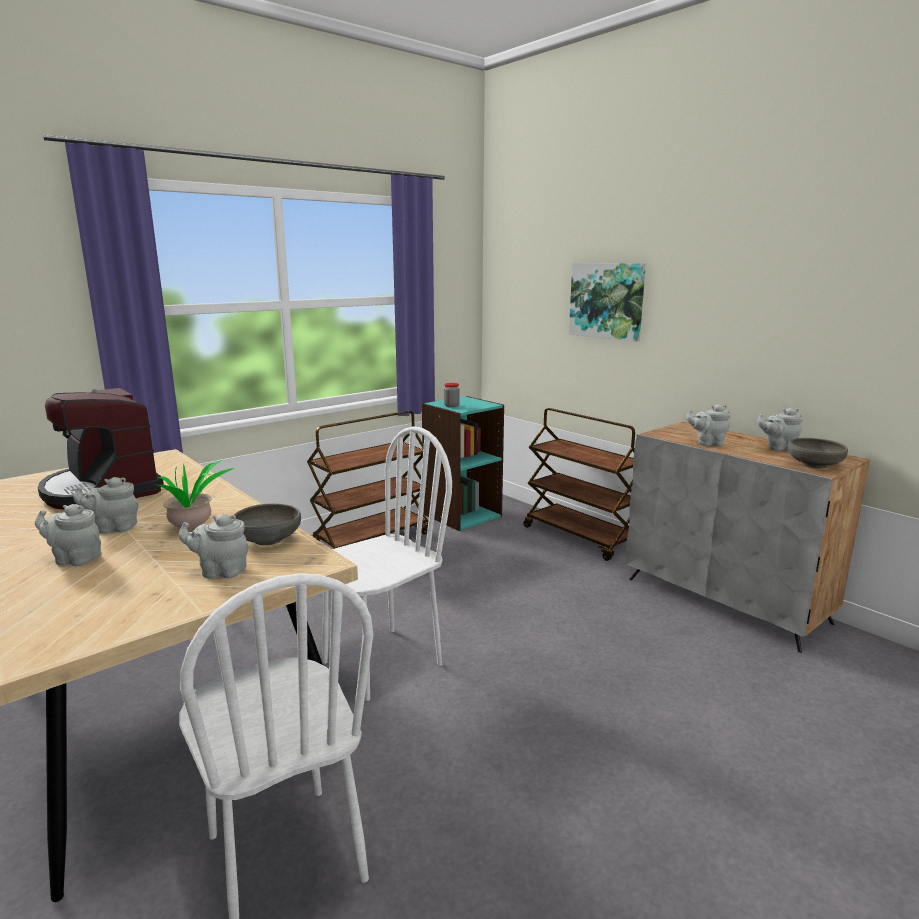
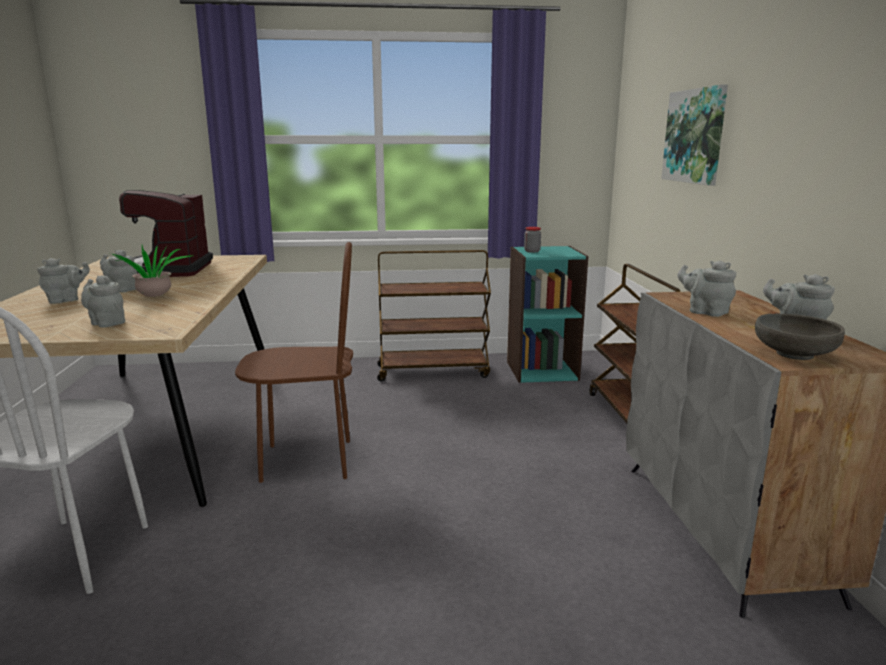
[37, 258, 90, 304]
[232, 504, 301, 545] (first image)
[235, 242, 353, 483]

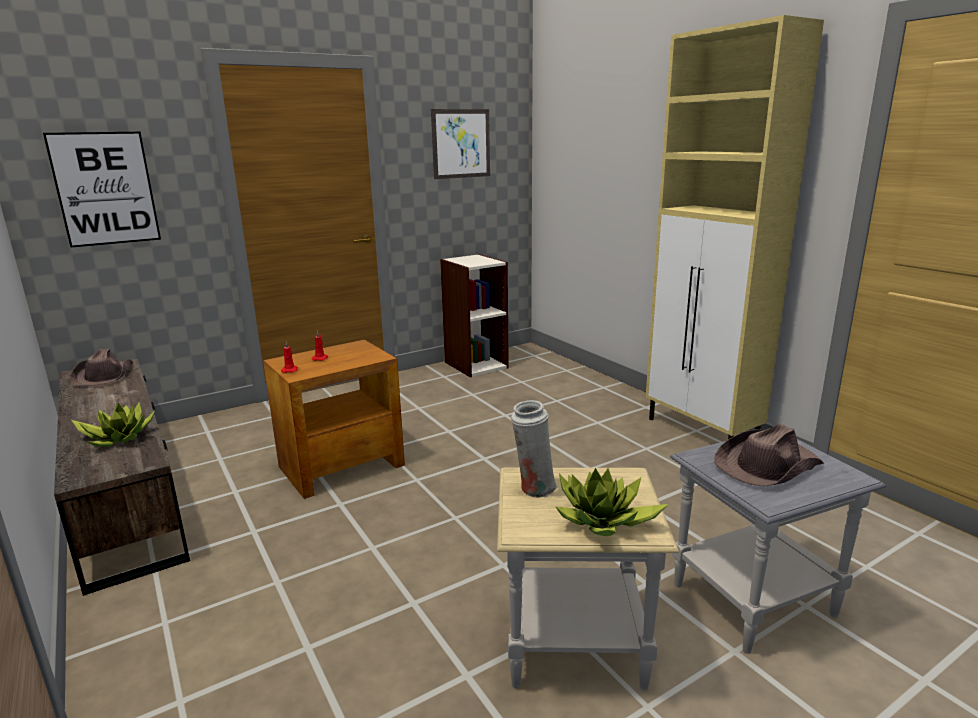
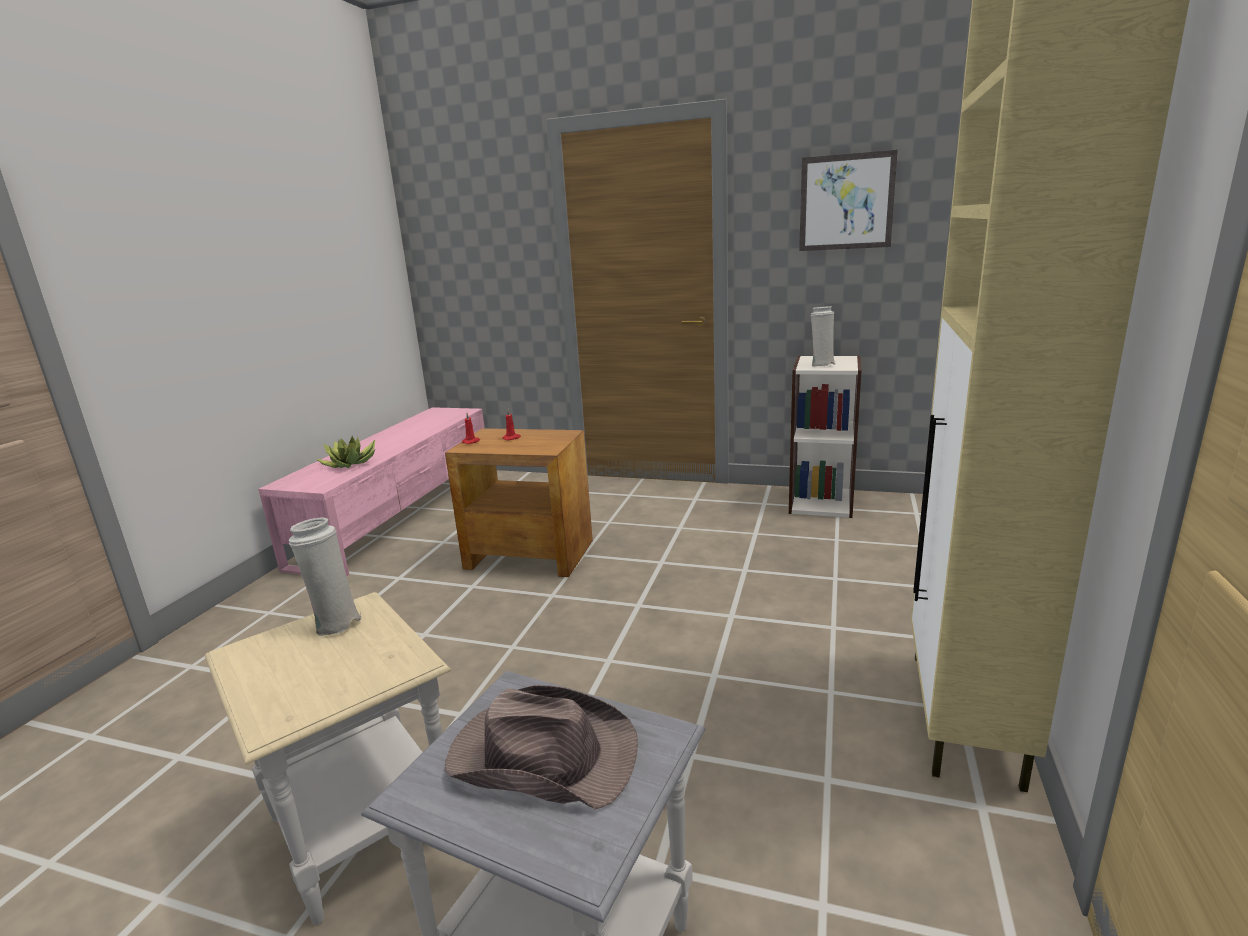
[43, 132, 161, 248] (first image)
[258, 407, 485, 576]
[70, 349, 133, 386] (first image)
[556, 468, 669, 536] (first image)
[810, 306, 836, 367]

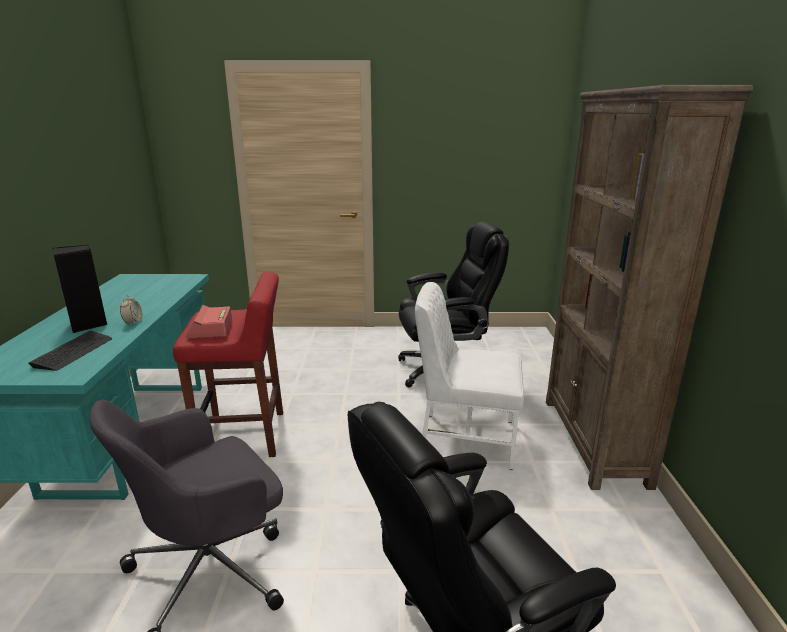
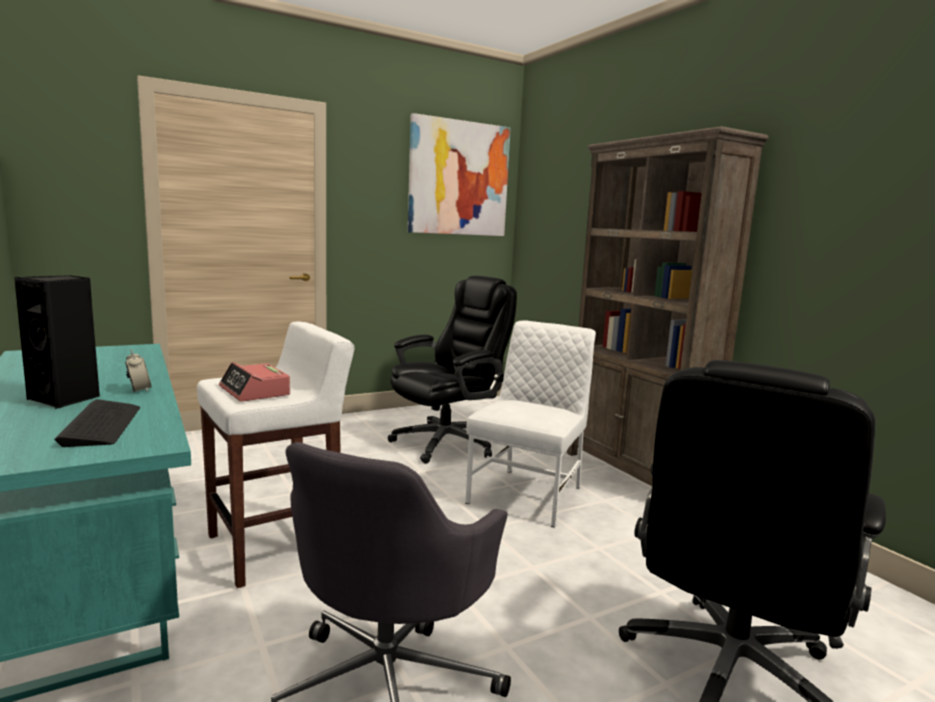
[197, 321, 355, 588]
[465, 320, 596, 528]
[408, 113, 511, 236]

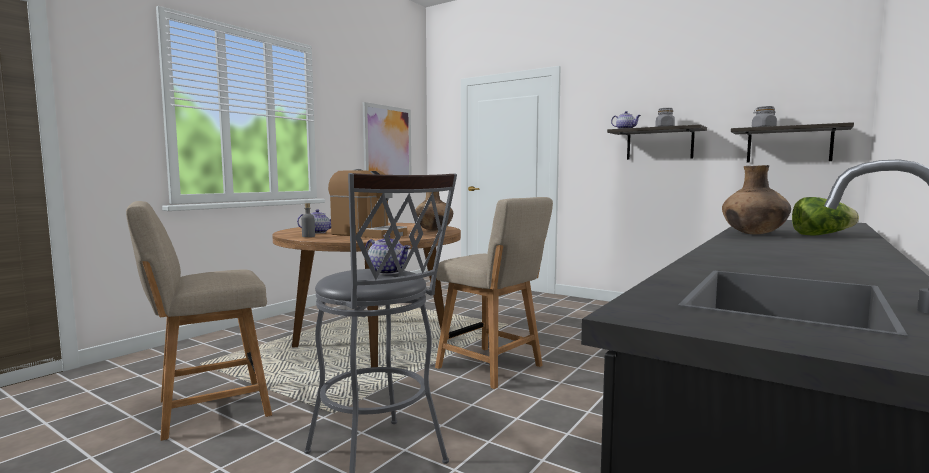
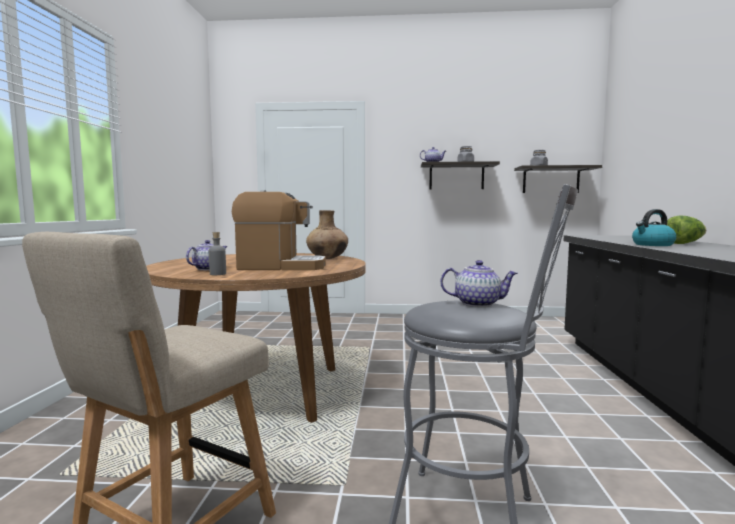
[363, 102, 411, 175] (first image)
[435, 197, 553, 389] (first image)
[632, 209, 677, 246]

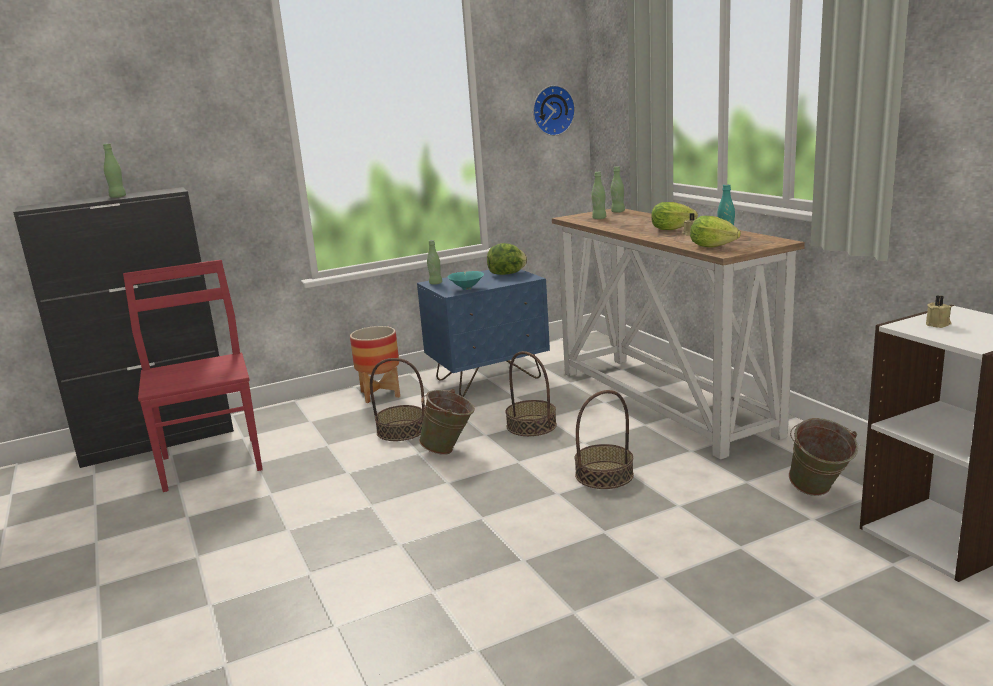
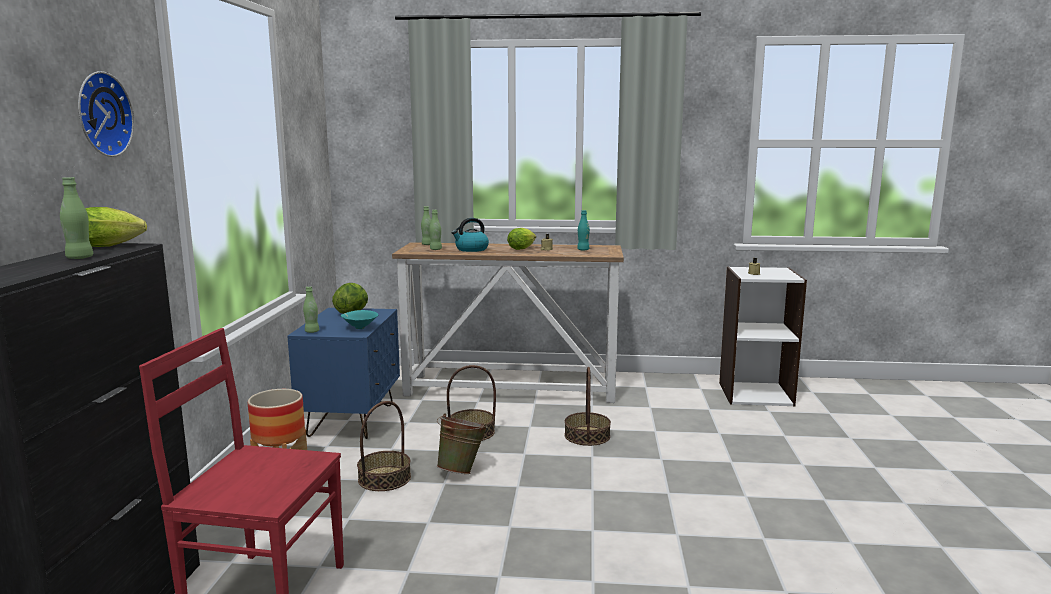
[78, 71, 134, 157]
[85, 207, 147, 247]
[789, 418, 858, 496] (first image)
[452, 218, 489, 252]

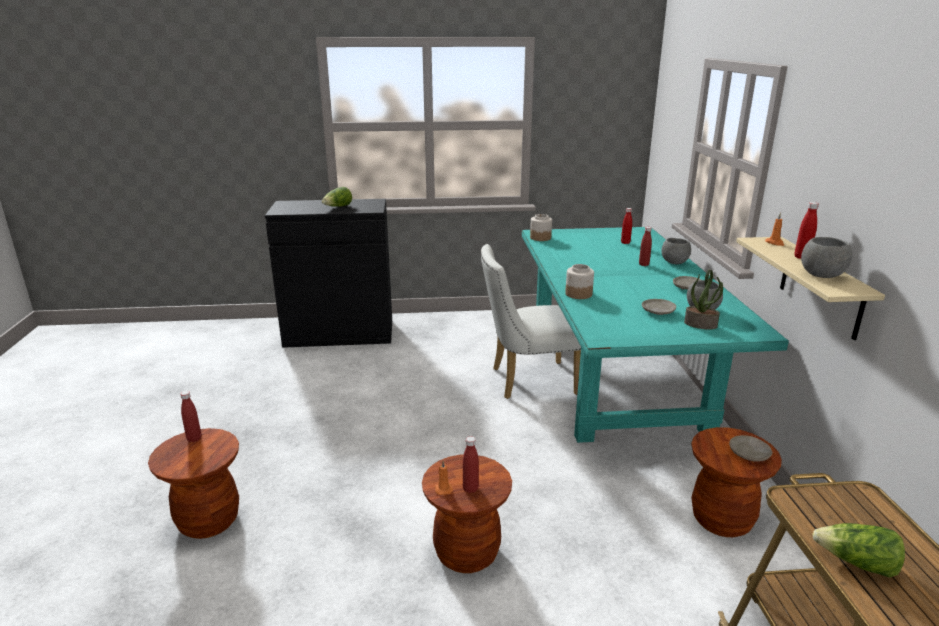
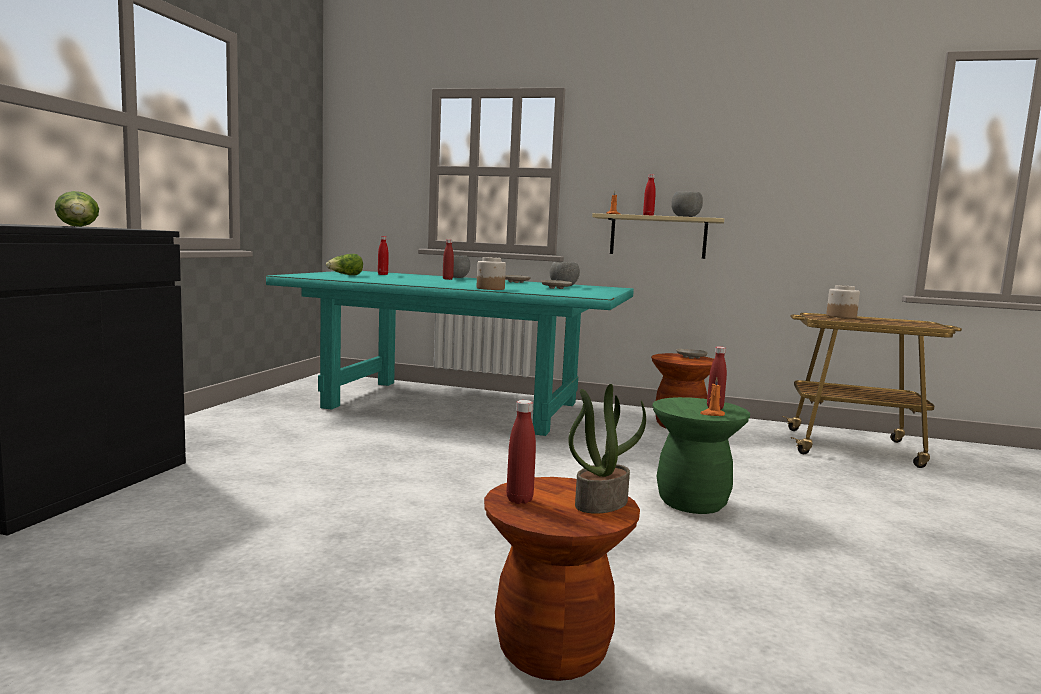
[652, 397, 750, 514]
[481, 244, 581, 399] (first image)
[826, 285, 860, 318]
[568, 384, 646, 514]
[326, 254, 363, 275]

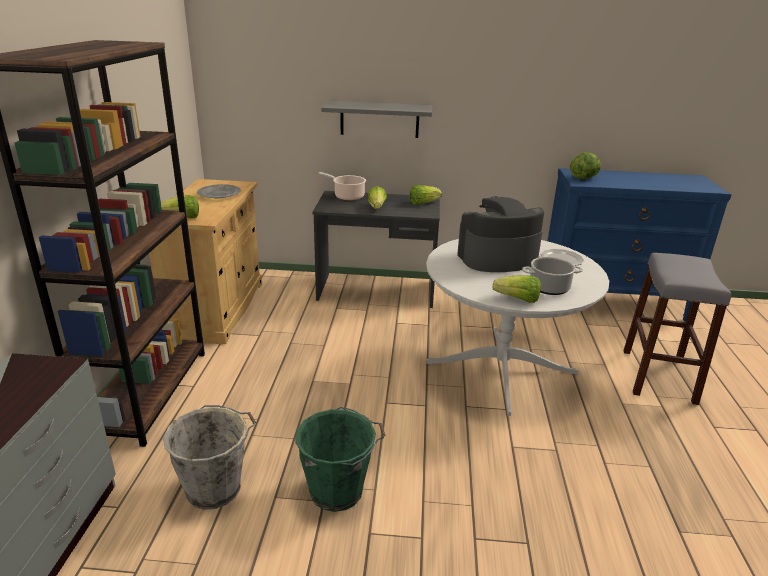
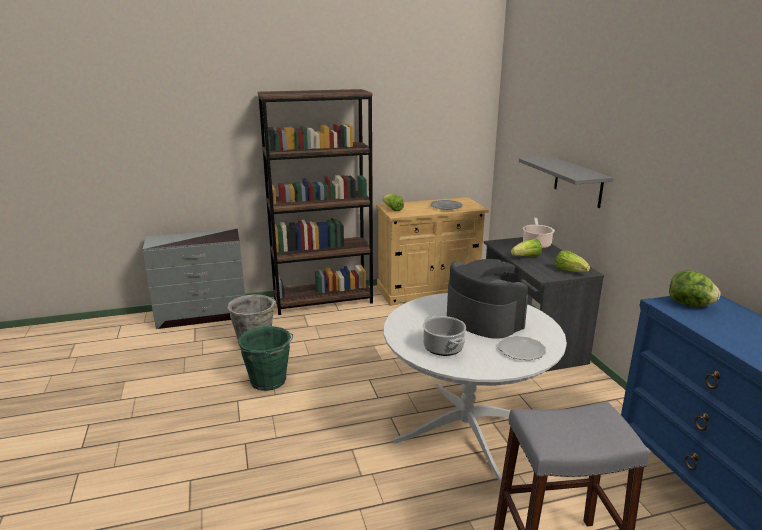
[492, 275, 541, 303] (first image)

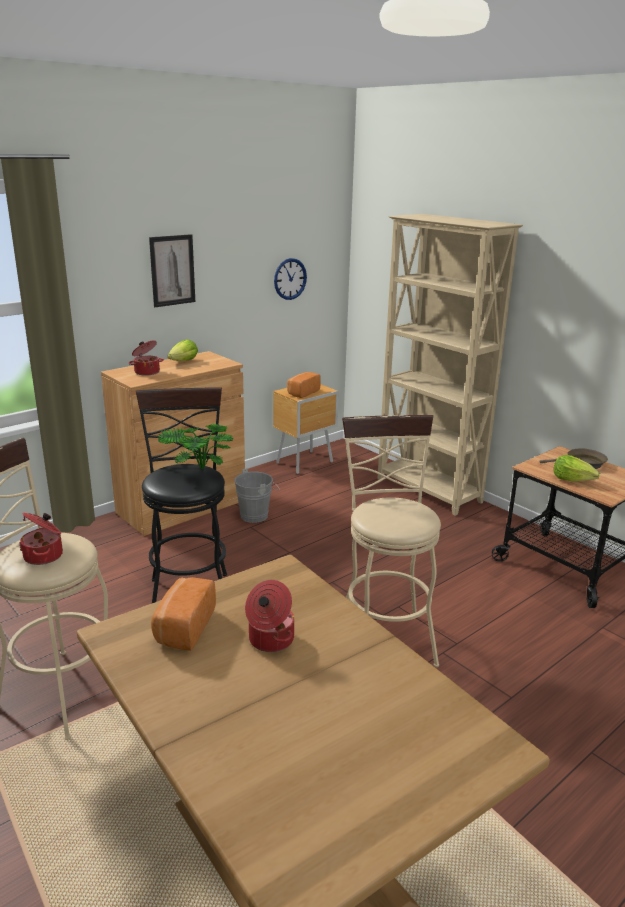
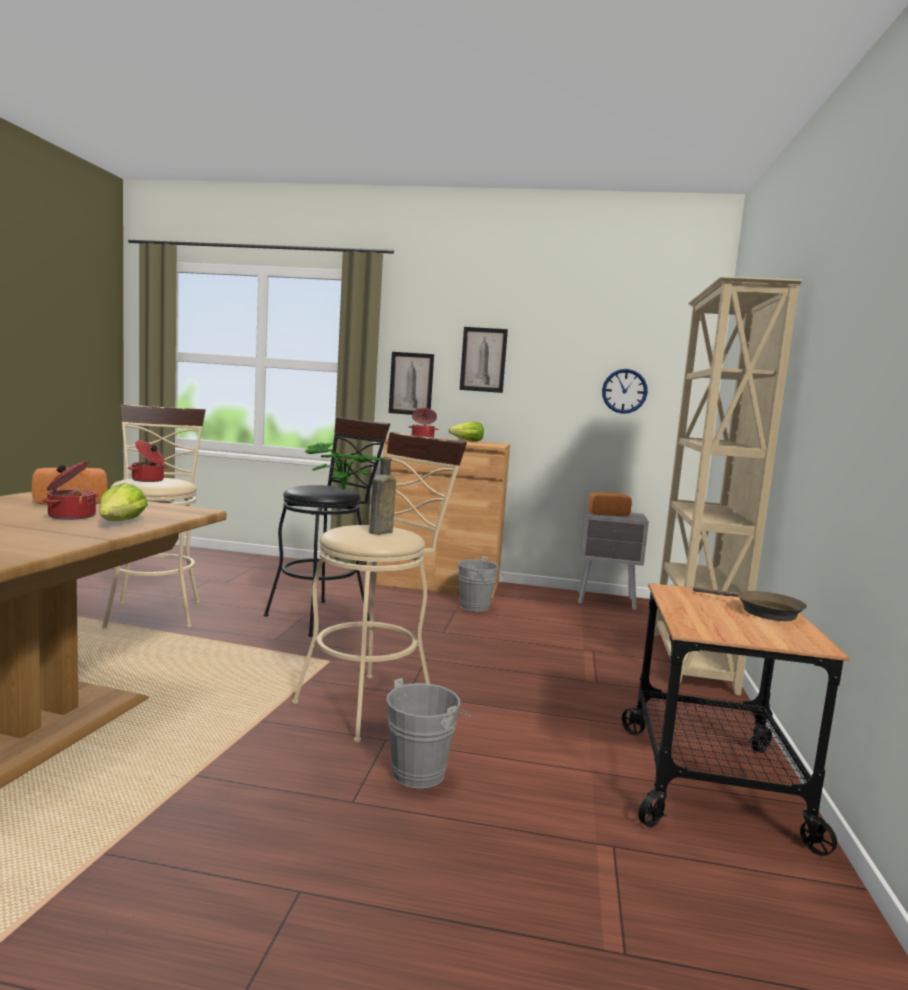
[578, 508, 649, 610]
[99, 483, 148, 521]
[369, 457, 396, 535]
[386, 678, 471, 789]
[389, 352, 434, 415]

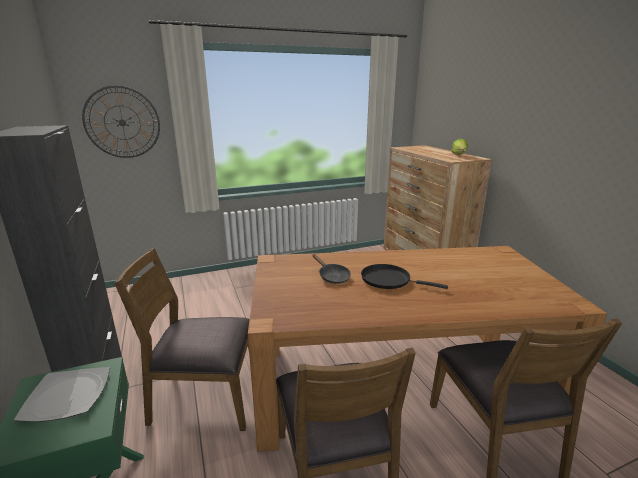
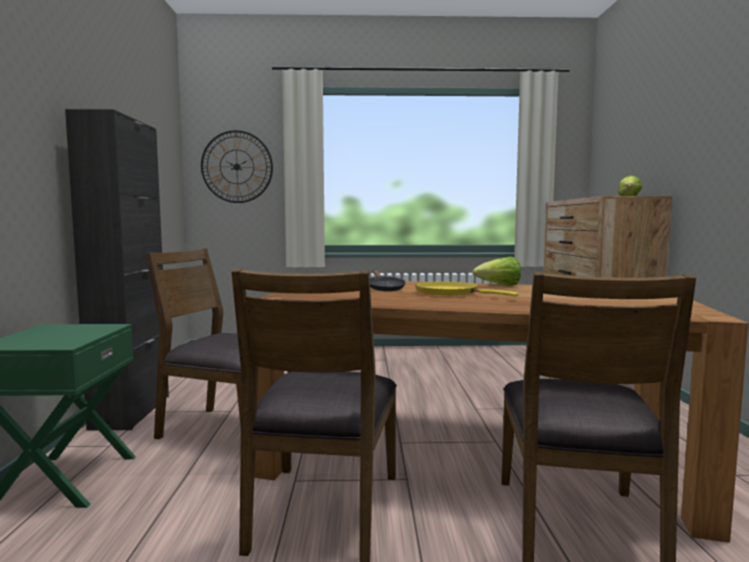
[14, 367, 110, 422] (first image)
[415, 281, 519, 297]
[472, 257, 521, 286]

